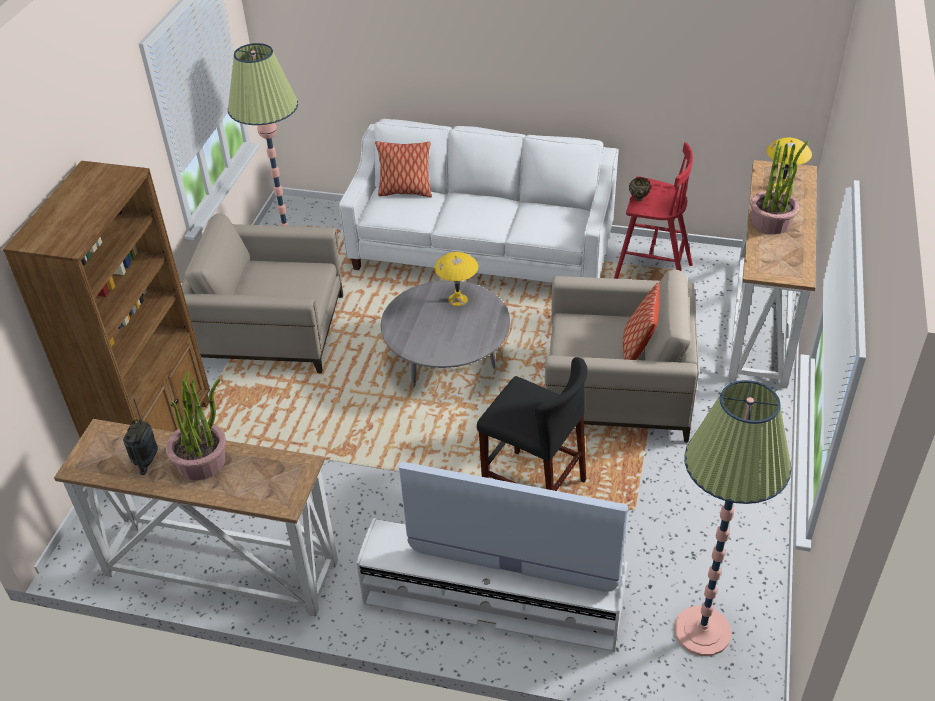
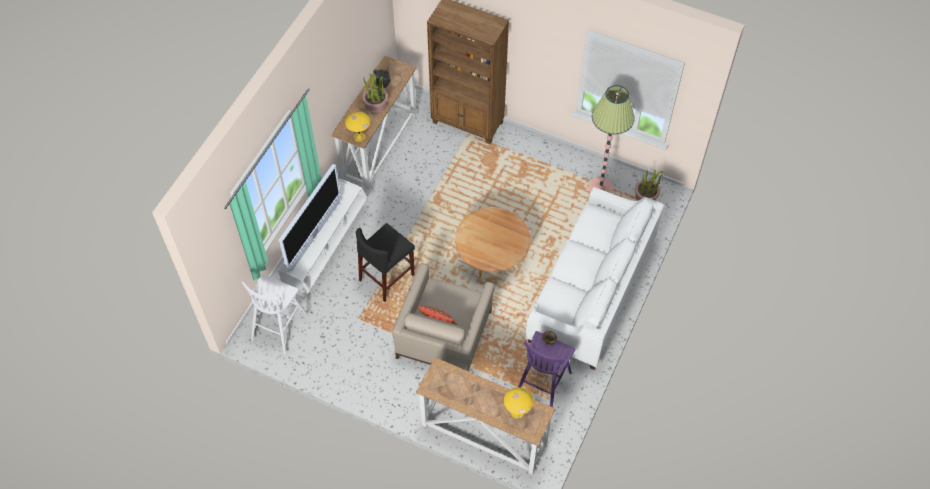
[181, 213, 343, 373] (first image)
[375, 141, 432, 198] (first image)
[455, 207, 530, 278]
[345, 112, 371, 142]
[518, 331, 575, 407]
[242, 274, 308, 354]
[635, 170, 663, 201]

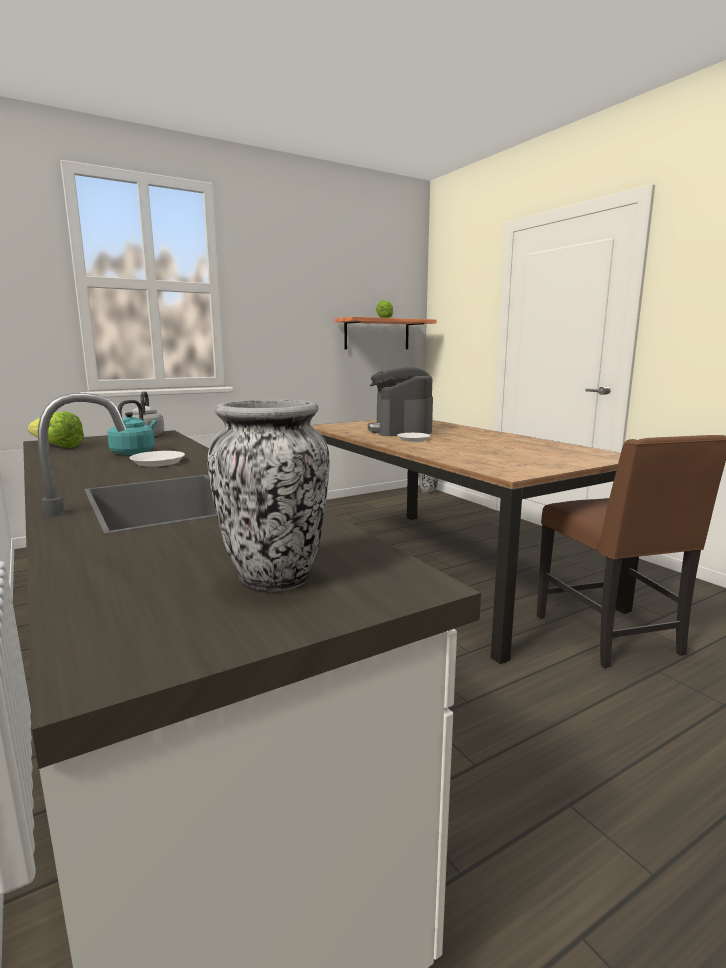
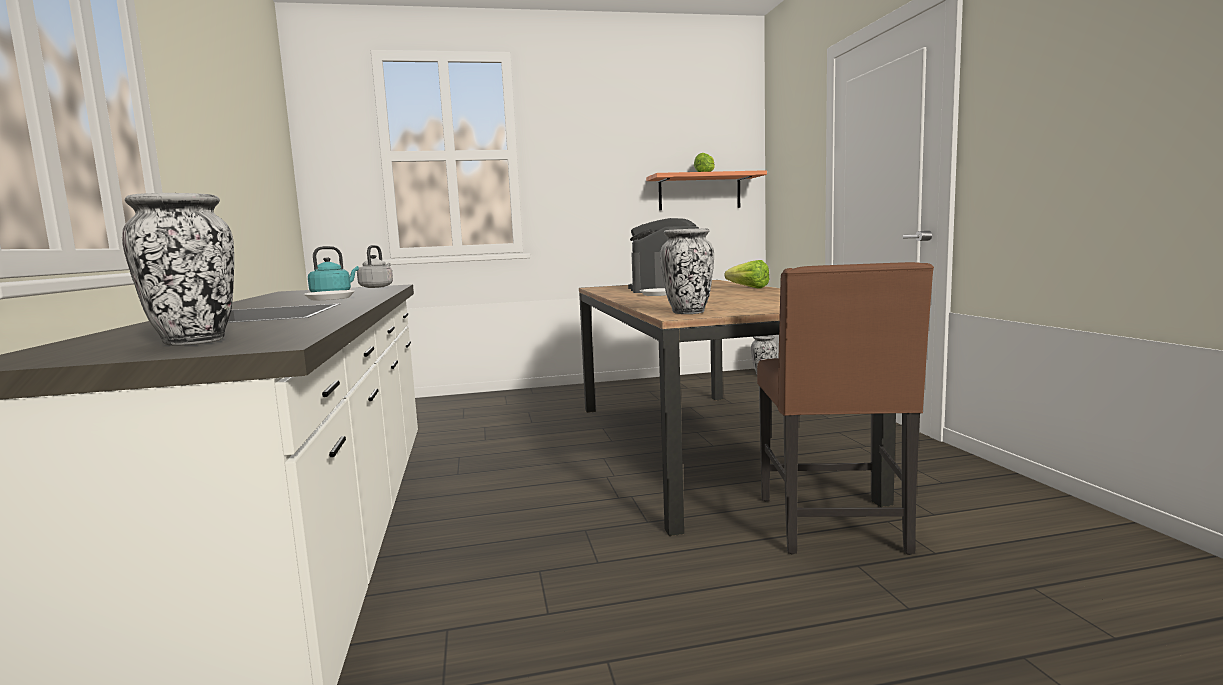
[725, 260, 769, 289]
[660, 228, 714, 314]

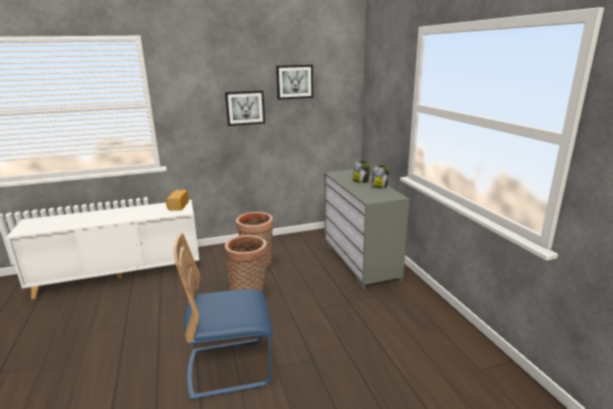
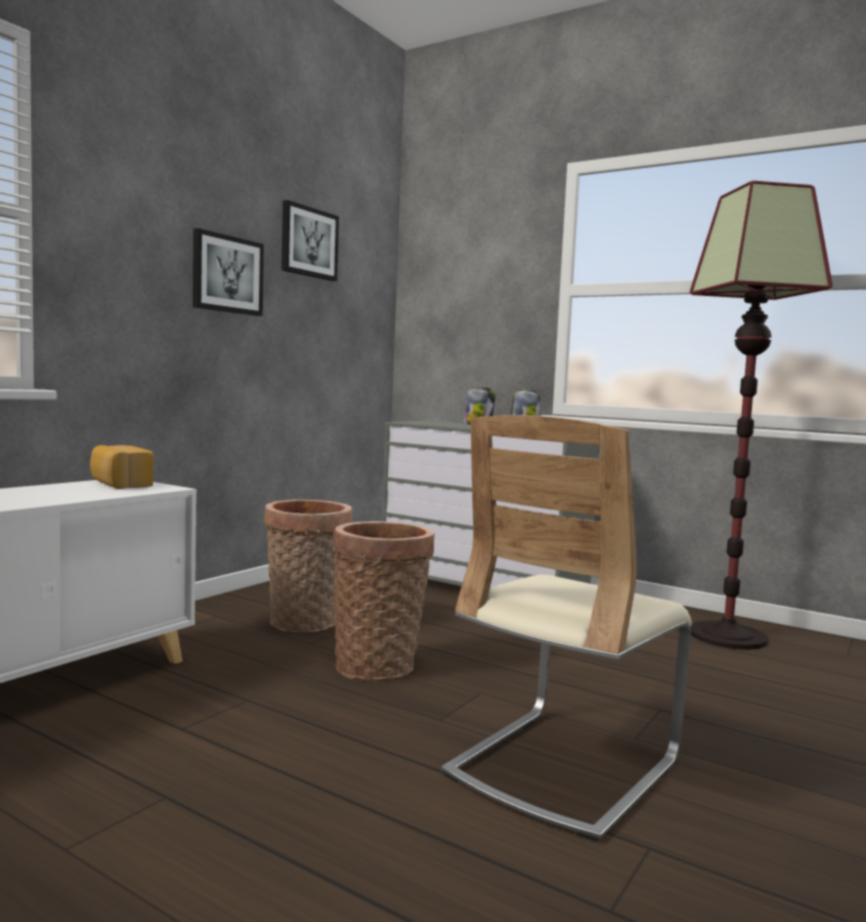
[441, 415, 692, 842]
[690, 181, 833, 650]

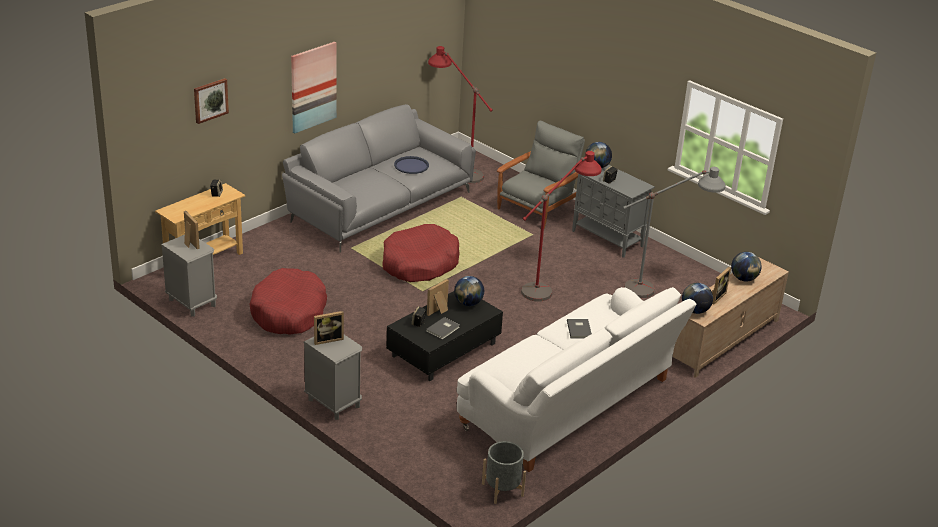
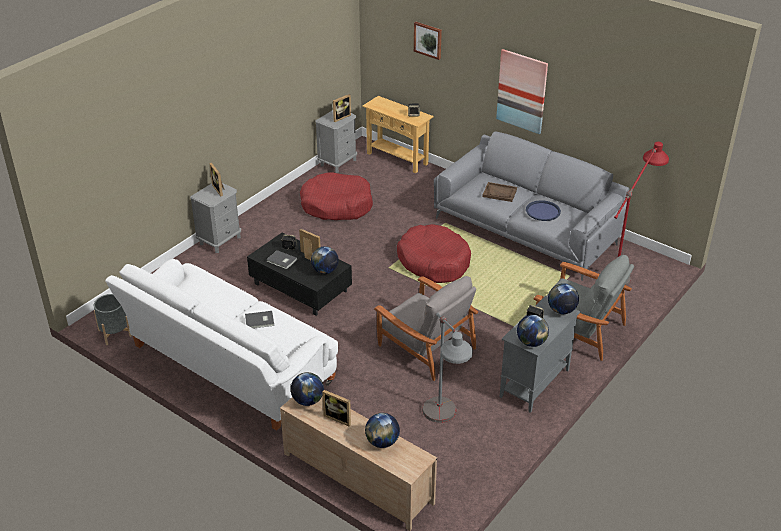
[374, 276, 478, 381]
[483, 182, 517, 202]
[517, 315, 549, 347]

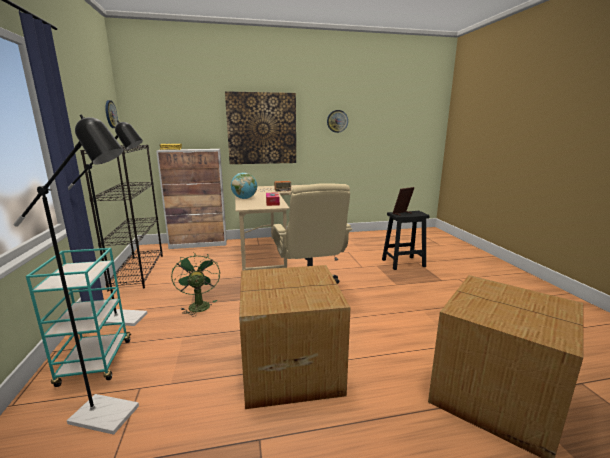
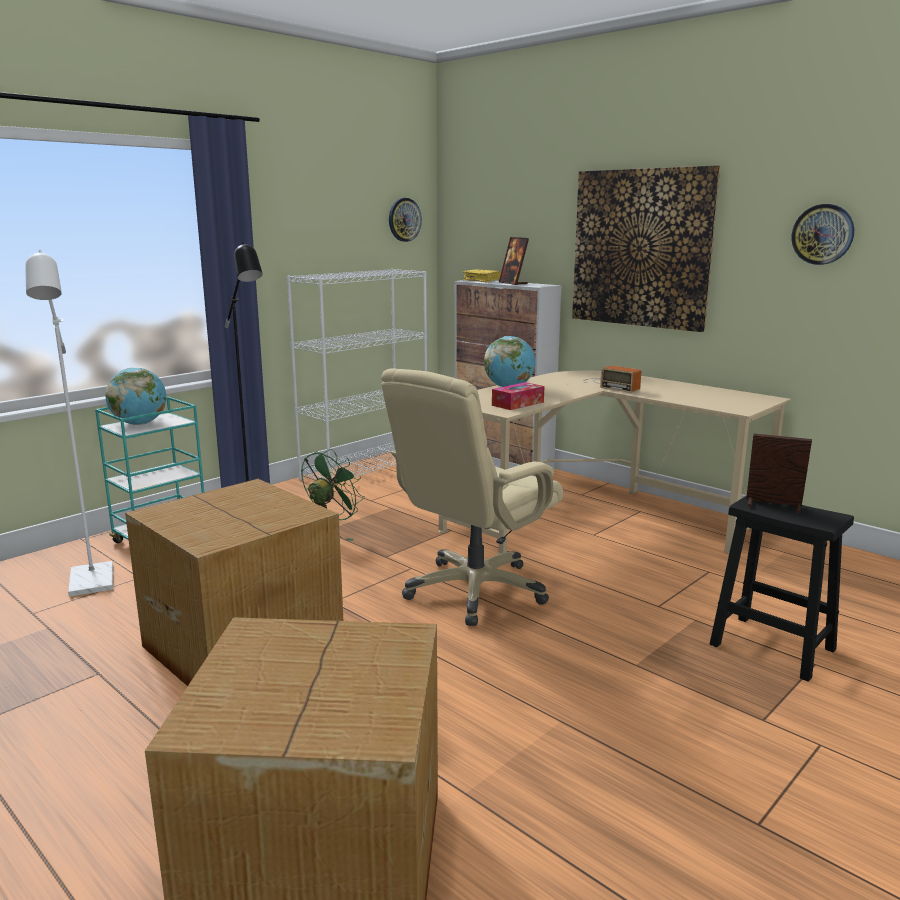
[25, 250, 113, 597]
[287, 269, 427, 481]
[105, 368, 166, 425]
[499, 237, 529, 285]

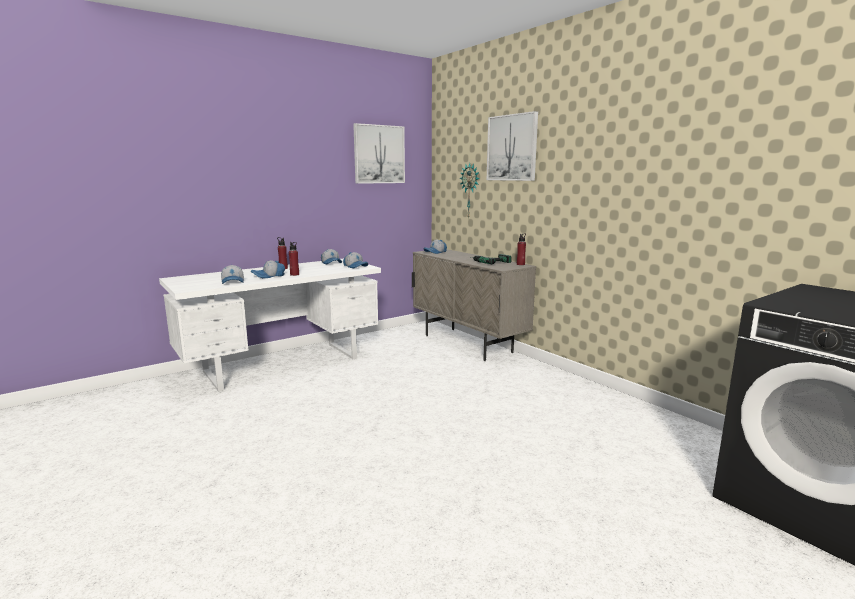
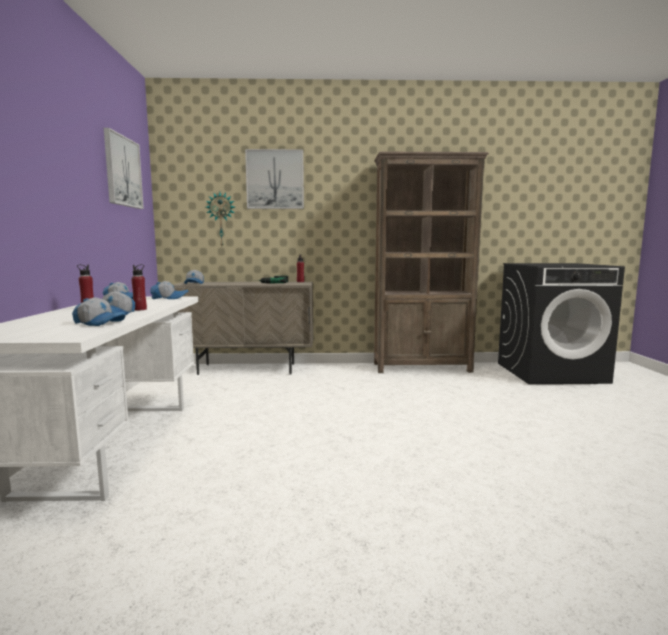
[374, 152, 489, 373]

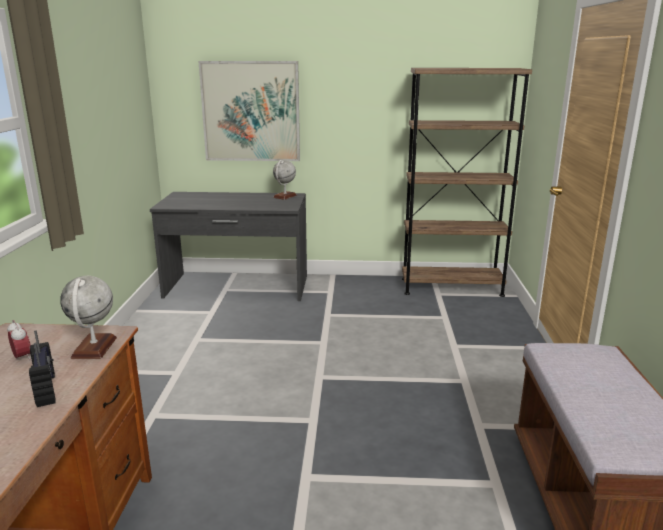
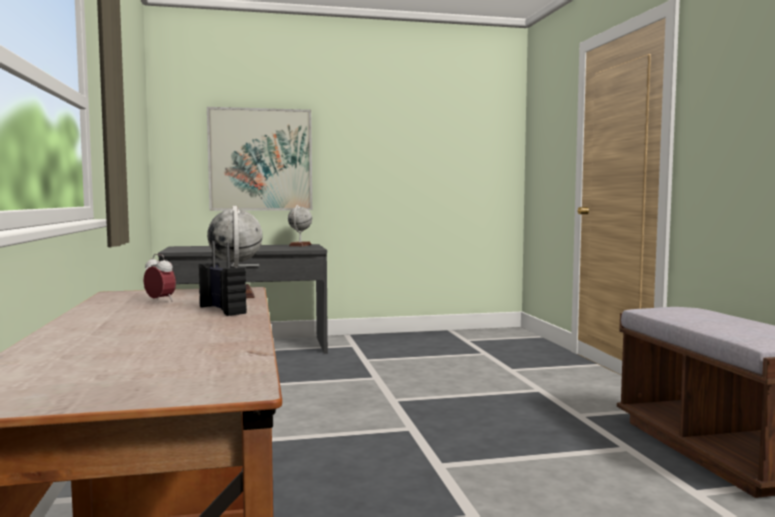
[402, 68, 532, 297] (first image)

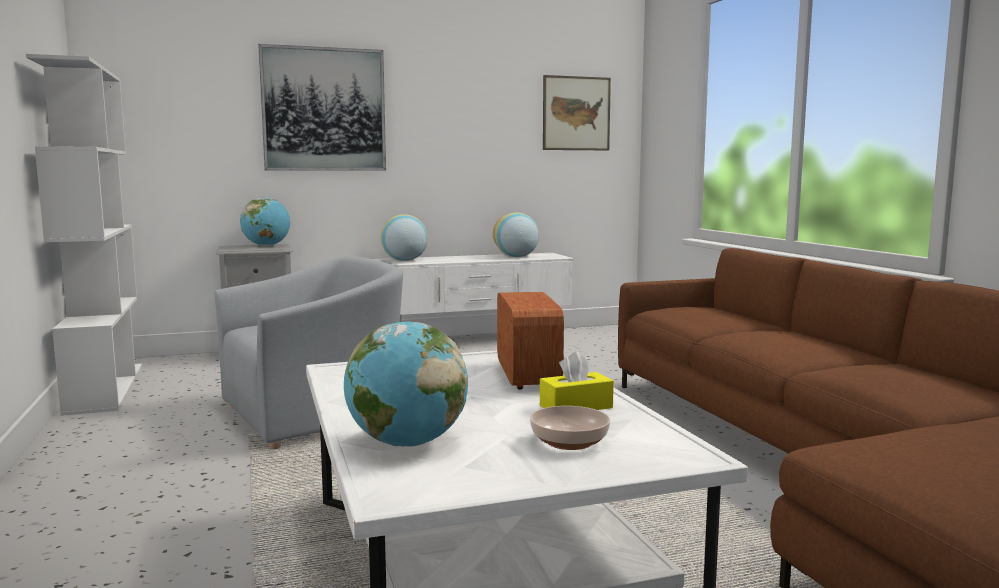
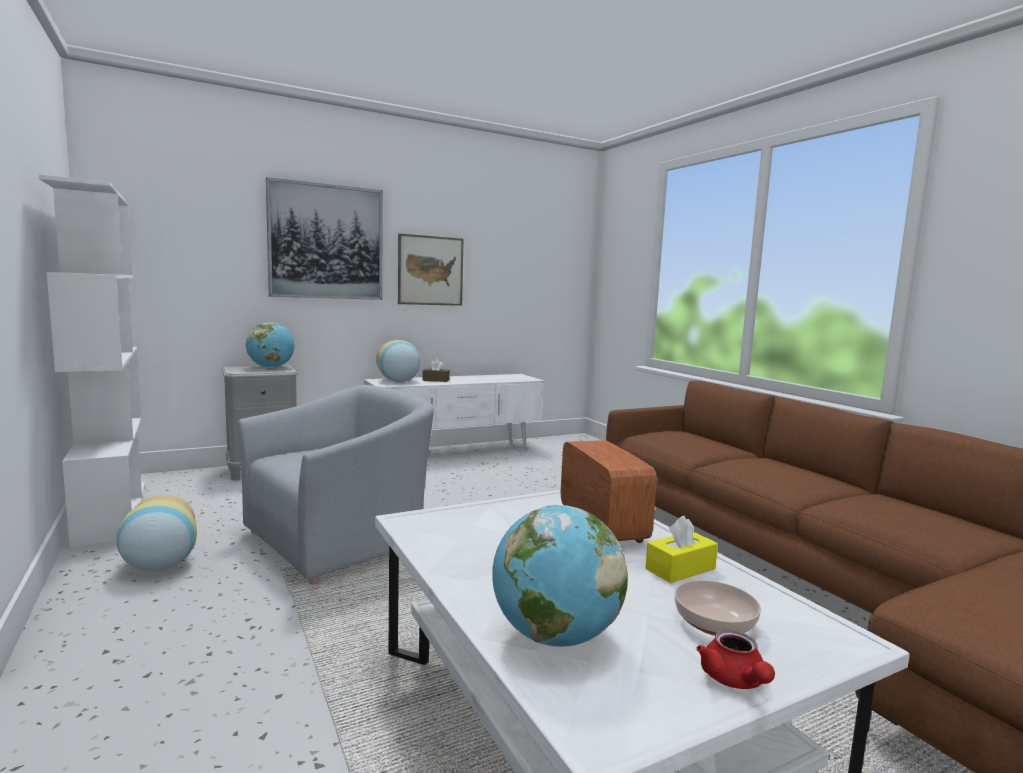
[116, 495, 197, 571]
[398, 233, 463, 306]
[423, 359, 450, 382]
[696, 630, 775, 689]

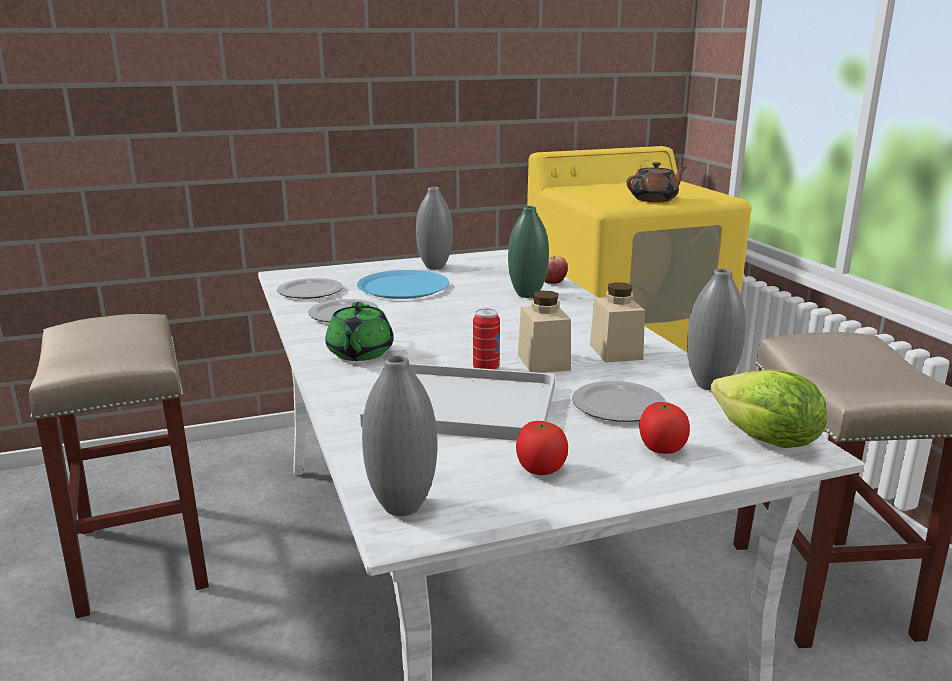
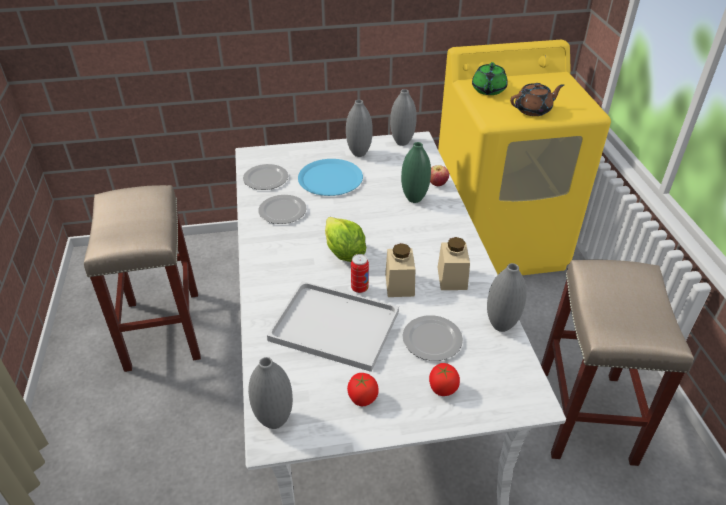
[472, 62, 508, 95]
[325, 217, 366, 262]
[390, 89, 417, 146]

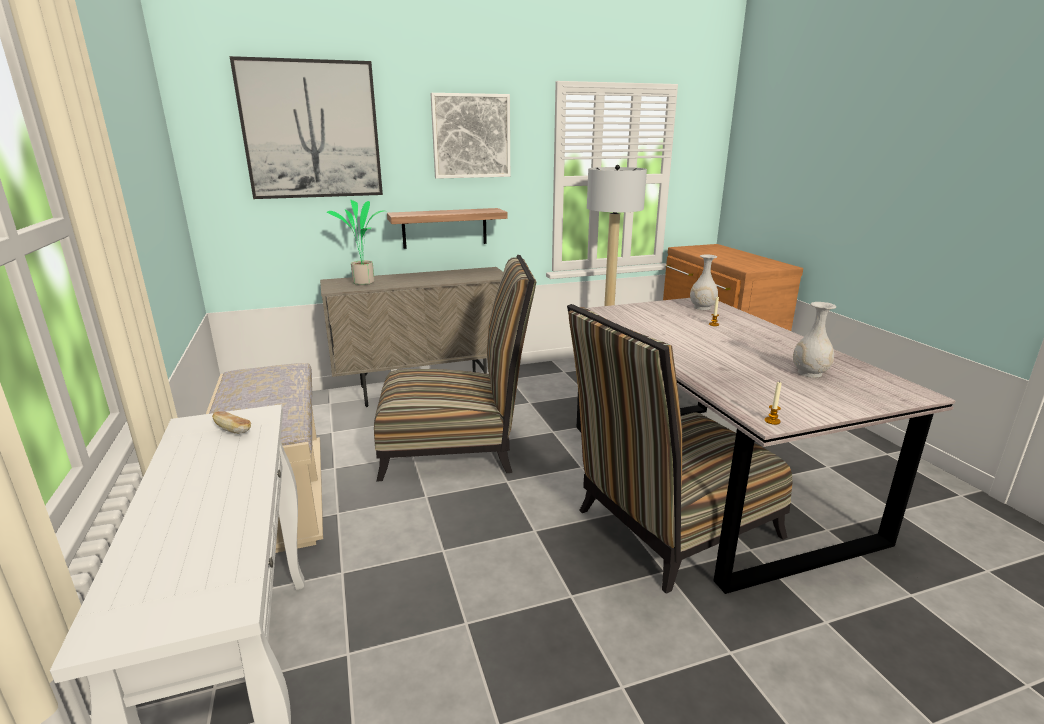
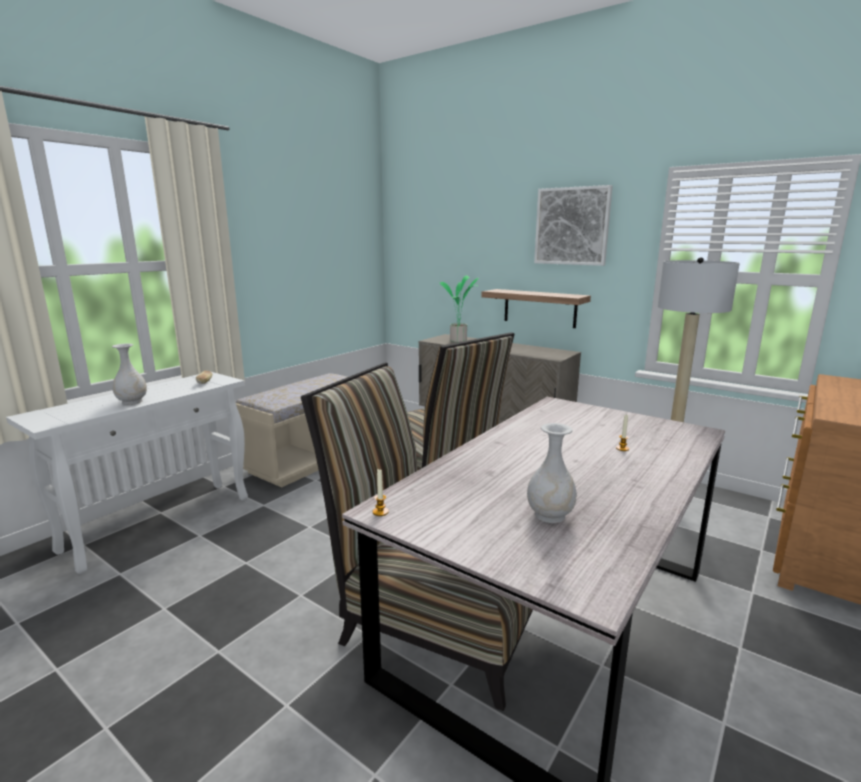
[230, 56, 383, 199] (first image)
[112, 343, 147, 405]

